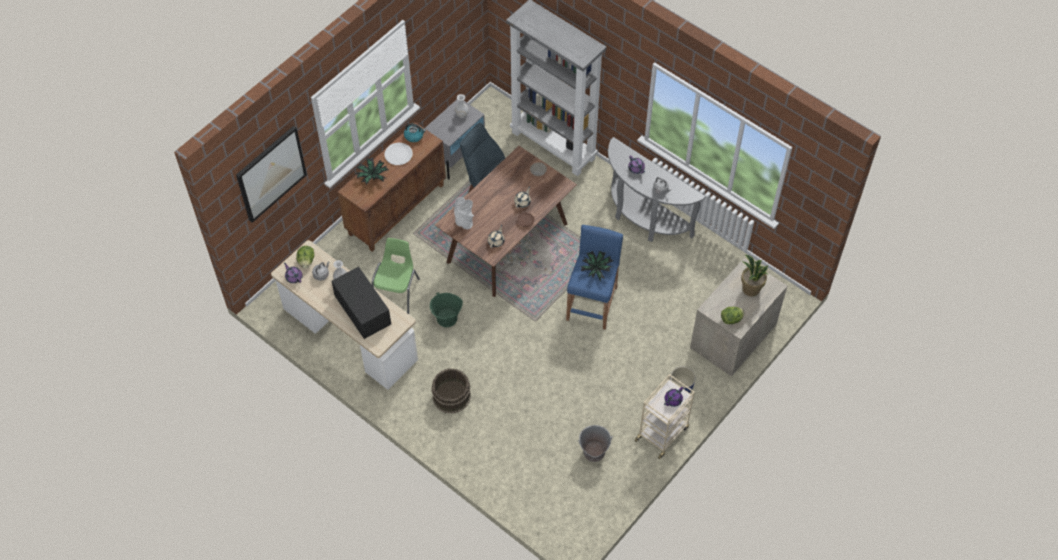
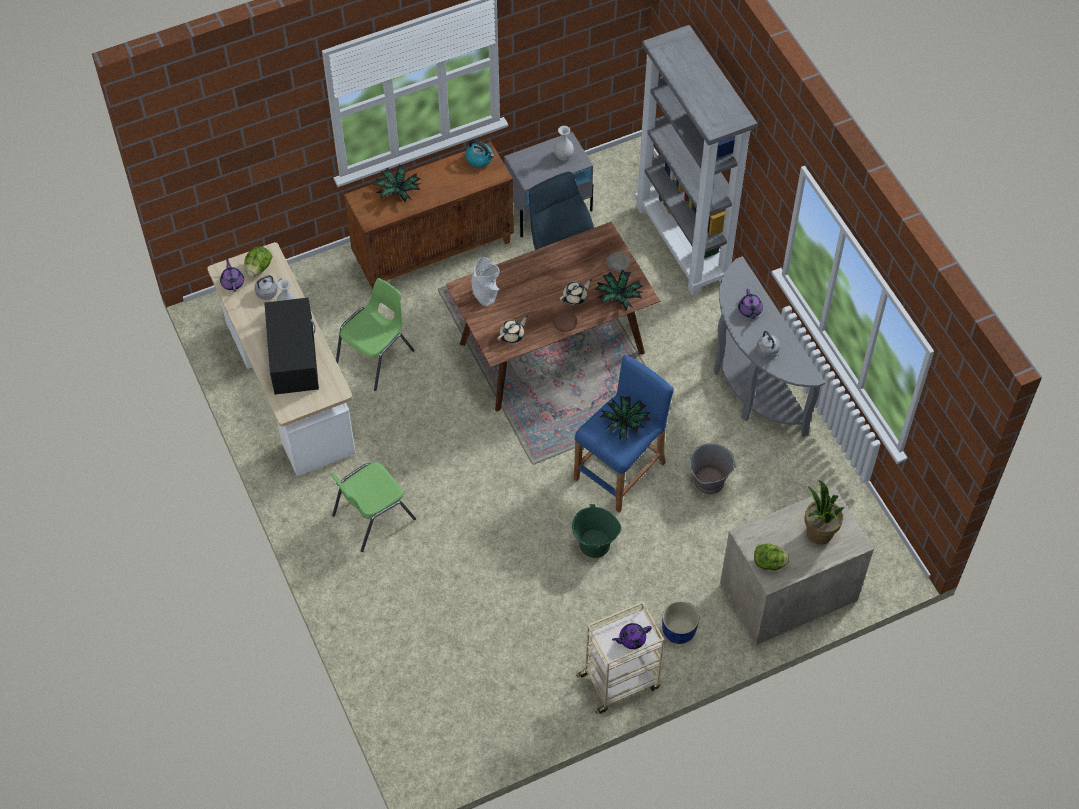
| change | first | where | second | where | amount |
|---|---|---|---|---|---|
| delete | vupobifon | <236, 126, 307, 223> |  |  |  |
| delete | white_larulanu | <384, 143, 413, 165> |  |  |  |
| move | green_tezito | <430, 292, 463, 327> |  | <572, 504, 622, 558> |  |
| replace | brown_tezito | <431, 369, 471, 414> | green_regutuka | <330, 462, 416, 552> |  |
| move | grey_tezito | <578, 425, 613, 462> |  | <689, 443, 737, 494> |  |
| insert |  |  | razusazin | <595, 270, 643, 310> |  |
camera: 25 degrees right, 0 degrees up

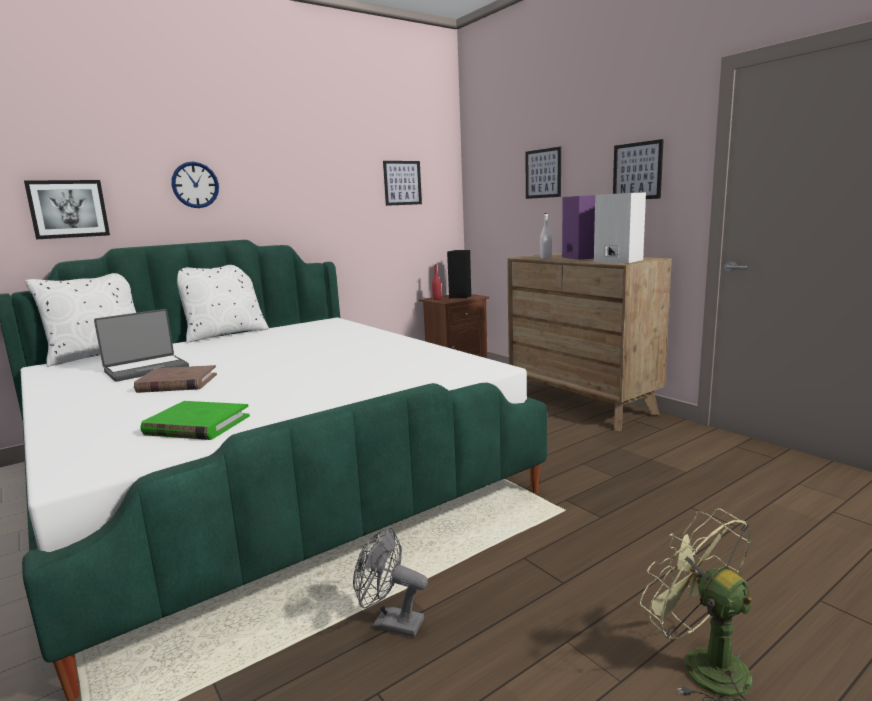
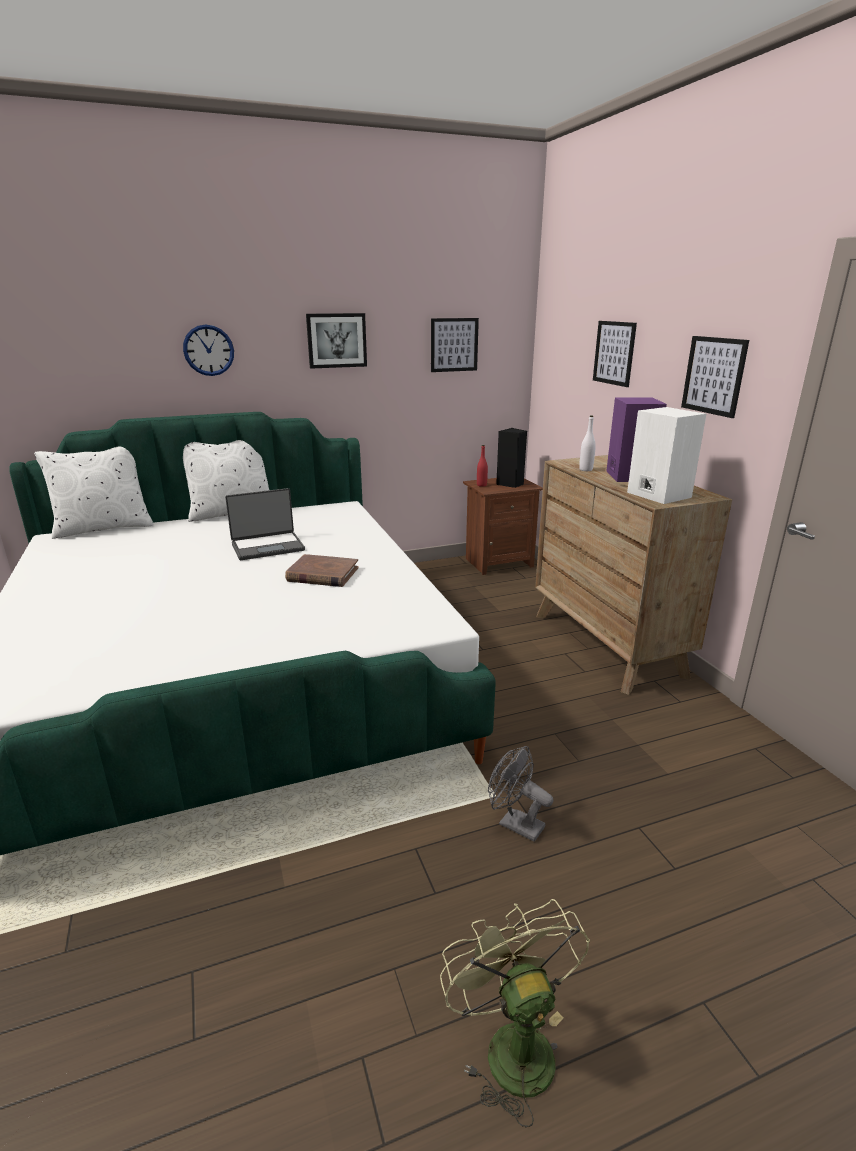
| change | first | where | second | where | amount |
|---|---|---|---|---|---|
| move | vupobifon | <24, 180, 110, 239> |  | <306, 313, 367, 369> |  |
| move | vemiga | <94, 309, 189, 382> |  | <225, 488, 305, 560> |  |
| move | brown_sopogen | <134, 365, 217, 393> |  | <285, 554, 359, 587> |  |
| delete | green_sopogen | <140, 401, 250, 440> |  |  |  |
| move | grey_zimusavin | <353, 527, 428, 637> |  | <488, 746, 553, 842> |  |
camera: 15 degrees right, 10 degrees up

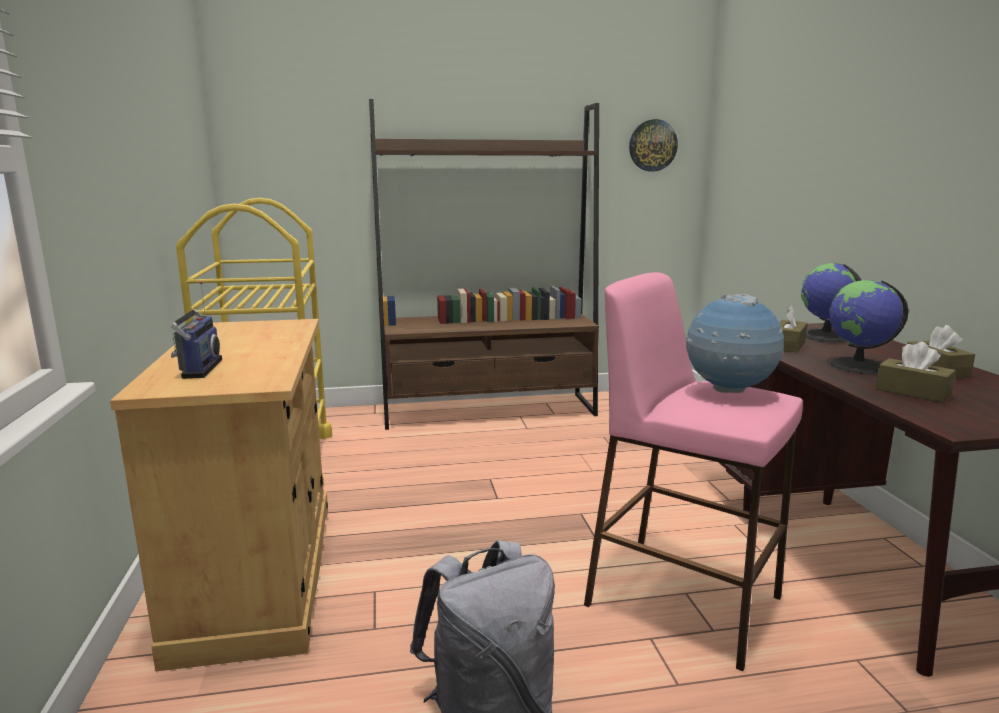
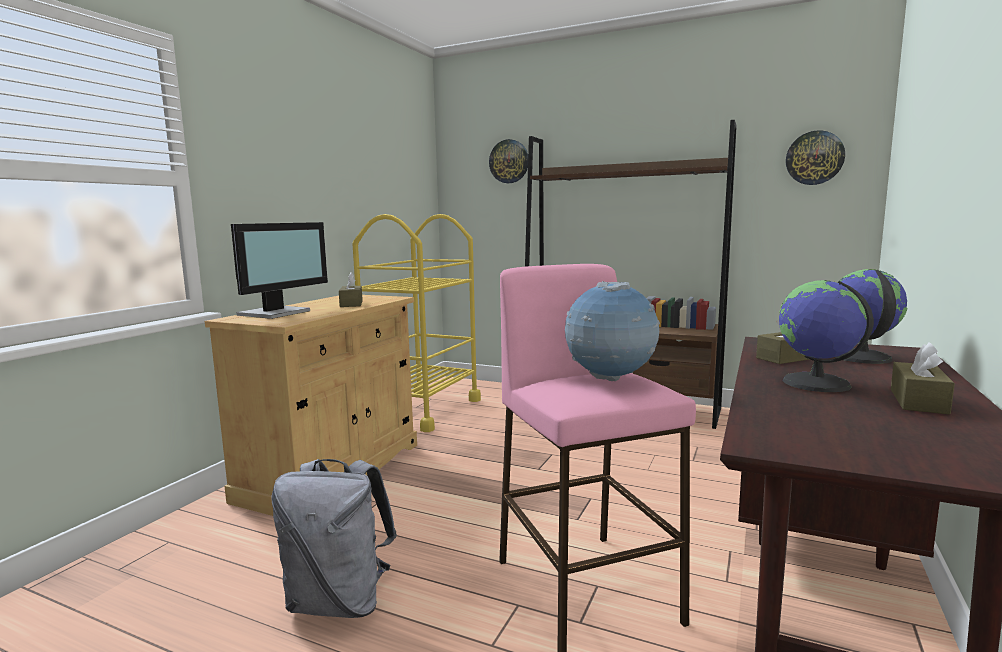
| change | first | where | second | where | amount |
|---|---|---|---|---|---|
| replace | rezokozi | <171, 281, 222, 379> | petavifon | <231, 222, 328, 319> |  |
| move | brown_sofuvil | <875, 342, 956, 403> |  | <339, 273, 363, 307> |  |
| insert |  |  | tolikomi | <489, 139, 528, 183> |  |
camera: 35 degrees right, 5 degrees down

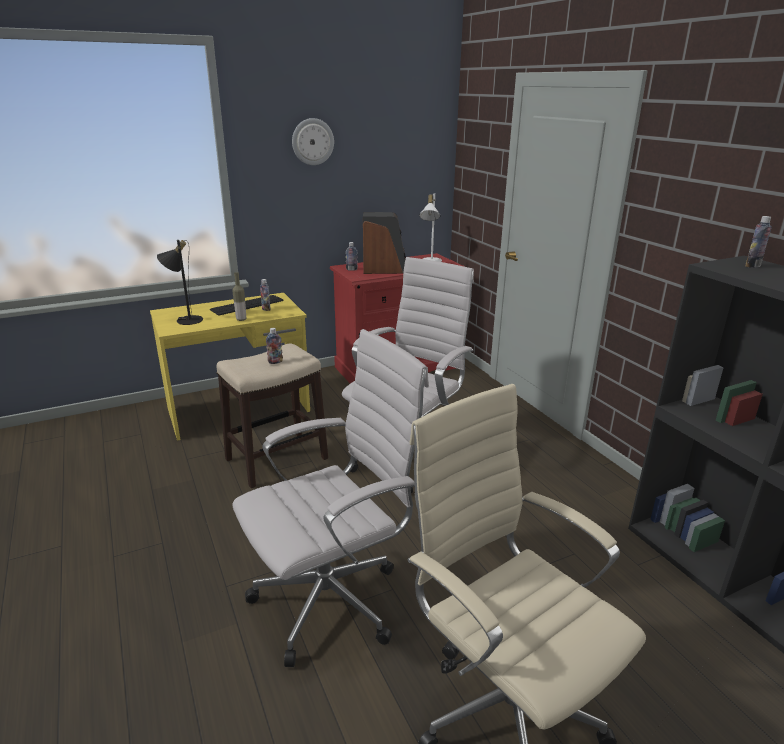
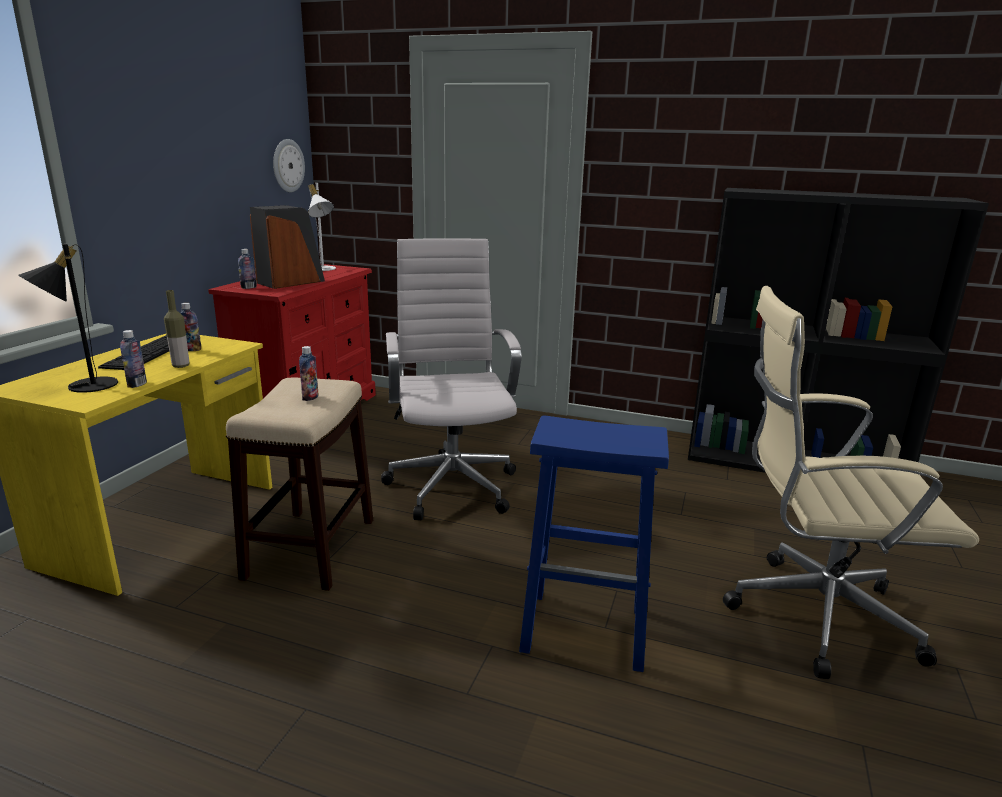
| change | first | where | second | where | amount |
|---|---|---|---|---|---|
| replace | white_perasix | <232, 329, 429, 667> | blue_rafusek | <519, 416, 669, 672> |  |
| move | tolikomi | <292, 118, 334, 165> |  | <273, 139, 305, 192> |  |
| move | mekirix | <745, 216, 772, 268> |  | <120, 330, 147, 388> |  |
camera: 45 degrees left, 5 degrees down

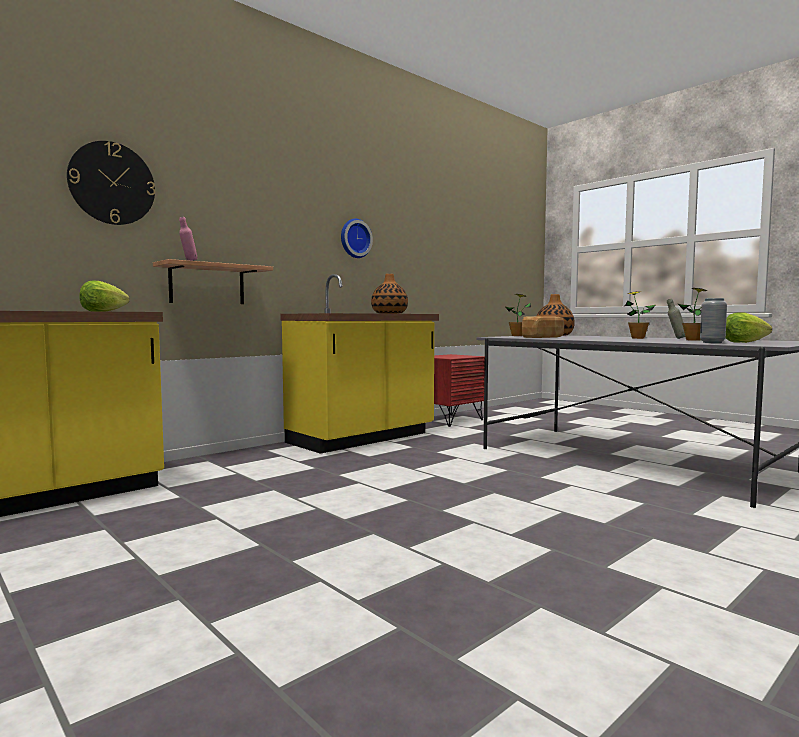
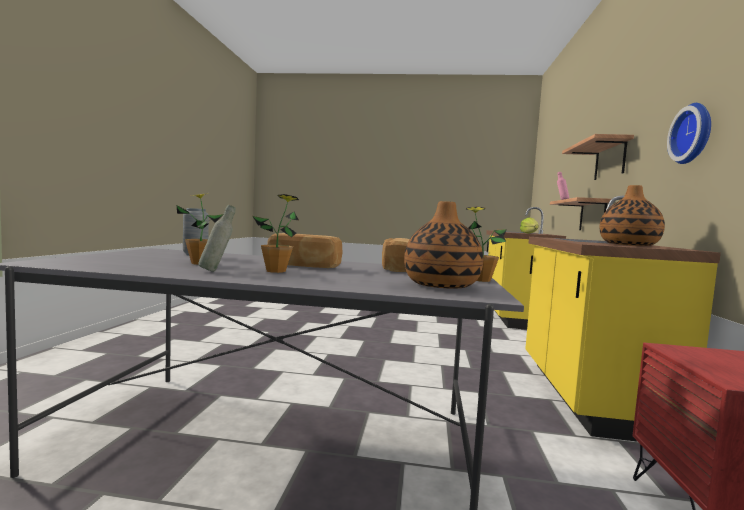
| change | first | where | second | where | amount |
|---|---|---|---|---|---|
| delete | tolikomi | <67, 141, 155, 225> |  |  |  |
| delete | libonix | <726, 312, 772, 343> |  |  |  |
| insert |  |  | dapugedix | <267, 233, 343, 268> |  |
| insert |  |  | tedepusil | <562, 134, 634, 180> |  |
camera: 140 degrees right, 0 degrees up

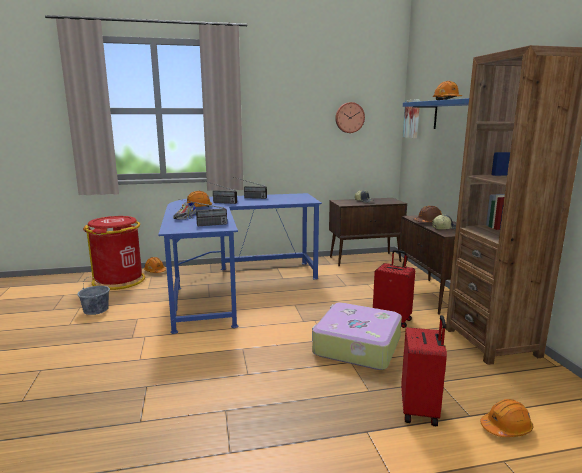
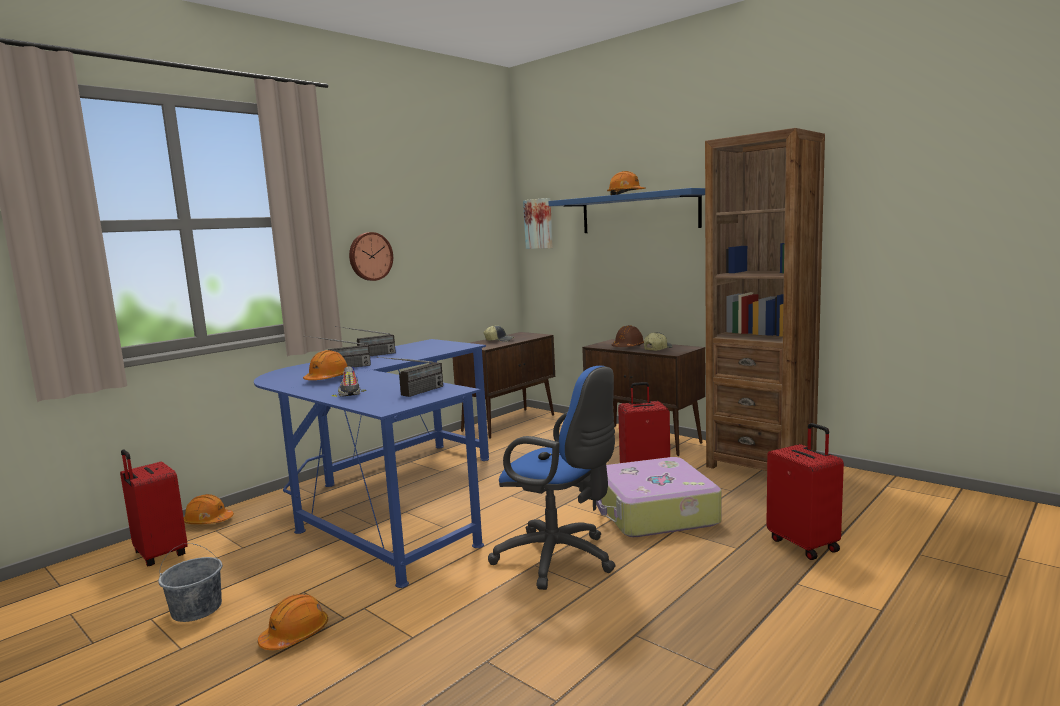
| change | first | where | second | where | amount |
|---|---|---|---|---|---|
| replace | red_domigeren | <83, 216, 145, 290> | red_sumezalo | <120, 449, 188, 567> |  |
| move | tolikomi | <335, 102, 365, 133> |  | <349, 232, 393, 281> |  |
| move | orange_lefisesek | <480, 399, 533, 437> |  | <258, 594, 328, 650> |  |
| insert |  |  | blue_perasix | <488, 366, 616, 590> |  |
camera: 35 degrees left, 5 degrees down

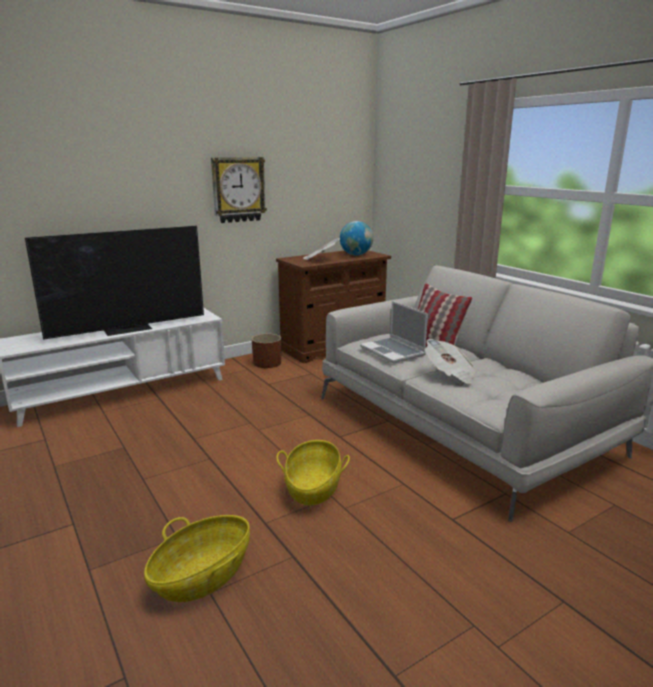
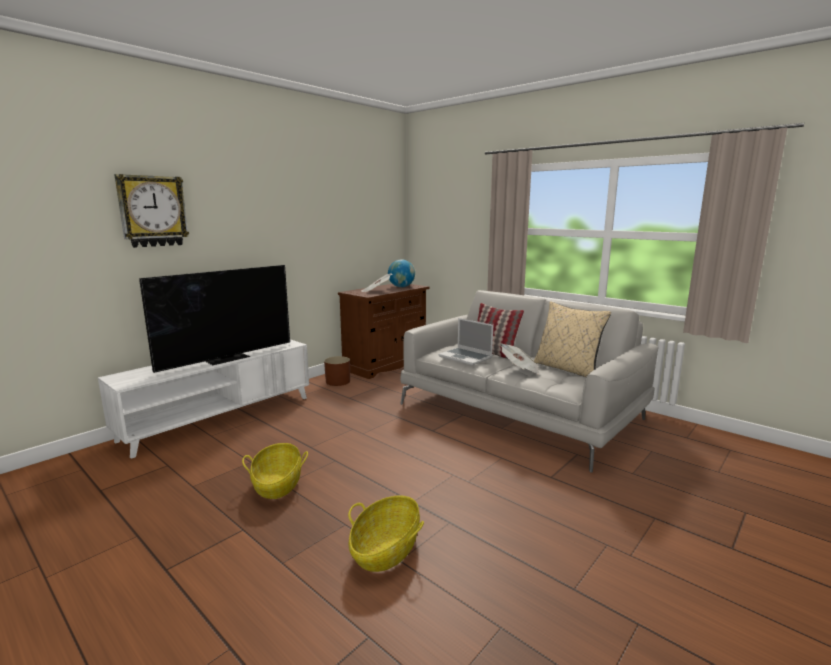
| change | first | where | second | where | amount |
|---|---|---|---|---|---|
| move | tolikomi | <211, 157, 267, 223> |  | <114, 174, 189, 248> |  |
| move | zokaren | <277, 440, 350, 505> |  | <242, 443, 308, 499> |  |
| insert |  |  | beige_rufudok | <534, 301, 611, 377> |  |
camera: 15 degrees left, 5 degrees down

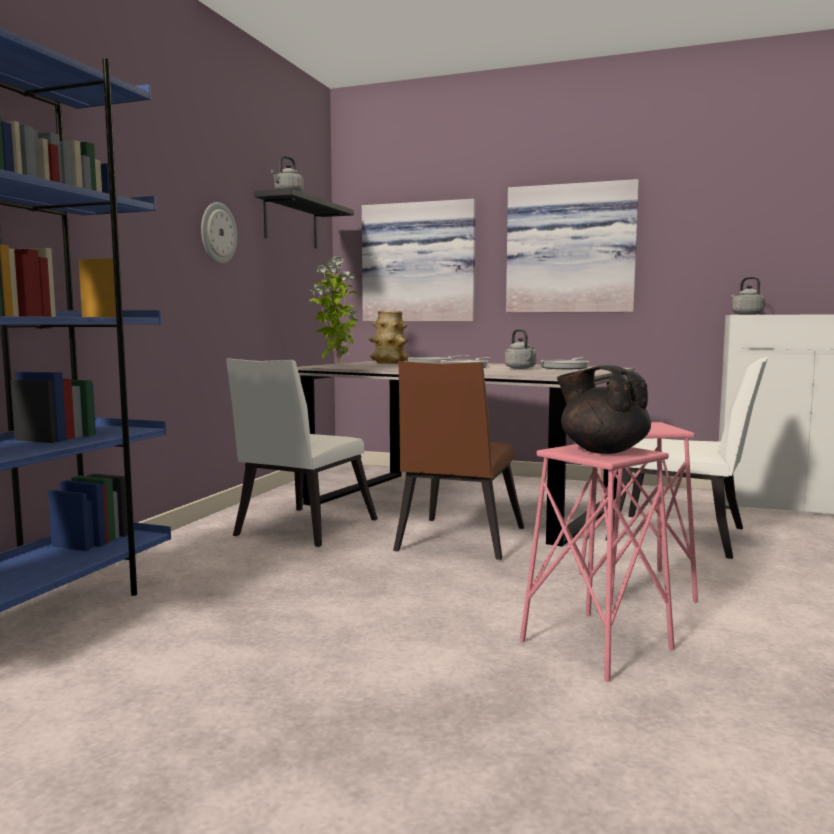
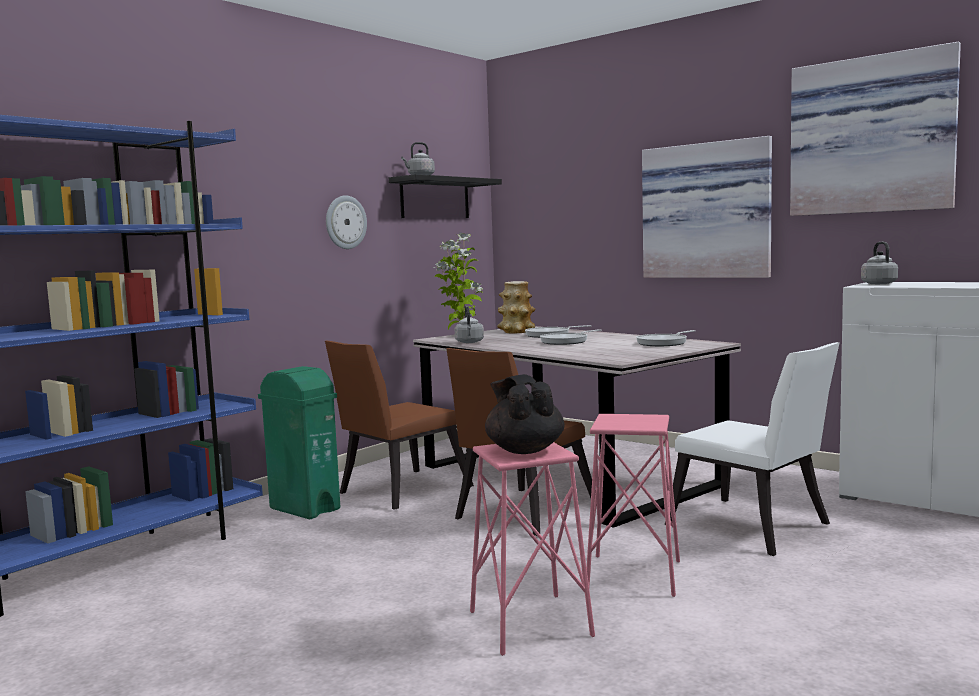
| change | first | where | second | where | amount |
|---|---|---|---|---|---|
| recolor | white_regutuka | <226, 358, 378, 547> | brown_regutuka | <325, 341, 474, 510> |  |
| move | vupobifon | <362, 199, 476, 322> |  | <790, 42, 961, 216> |  |
| move | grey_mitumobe | <504, 329, 536, 369> |  | <455, 306, 484, 343> |  |
| insert |  |  | green_domigeren | <258, 366, 340, 519> |  |
camera: 20 degrees right, 0 degrees up

